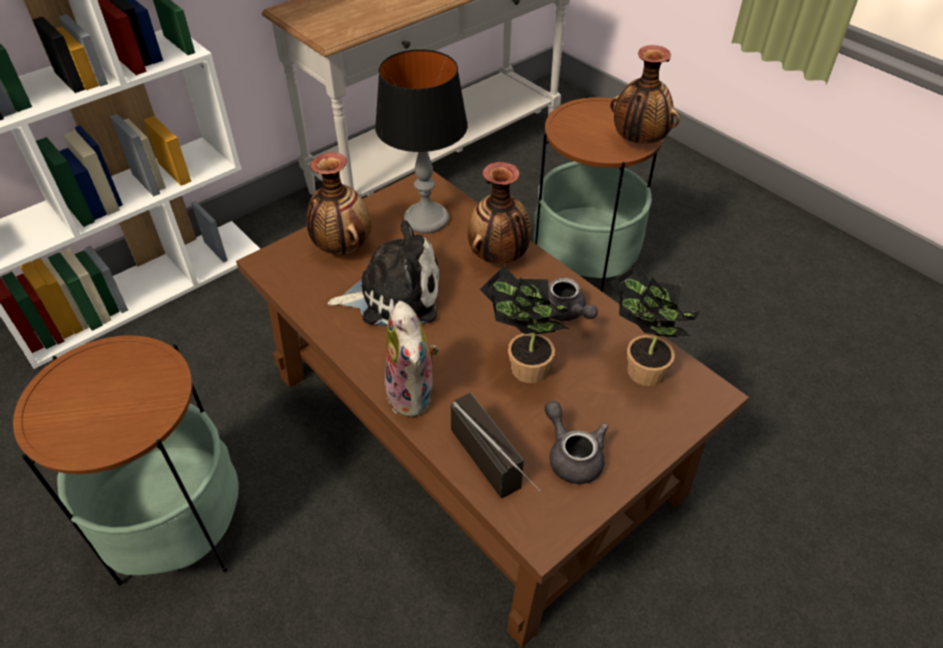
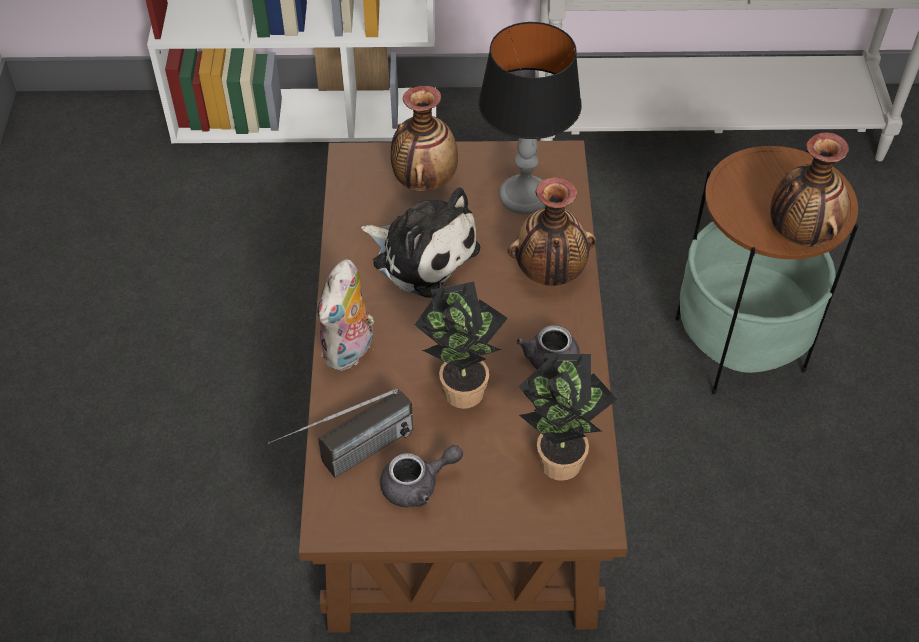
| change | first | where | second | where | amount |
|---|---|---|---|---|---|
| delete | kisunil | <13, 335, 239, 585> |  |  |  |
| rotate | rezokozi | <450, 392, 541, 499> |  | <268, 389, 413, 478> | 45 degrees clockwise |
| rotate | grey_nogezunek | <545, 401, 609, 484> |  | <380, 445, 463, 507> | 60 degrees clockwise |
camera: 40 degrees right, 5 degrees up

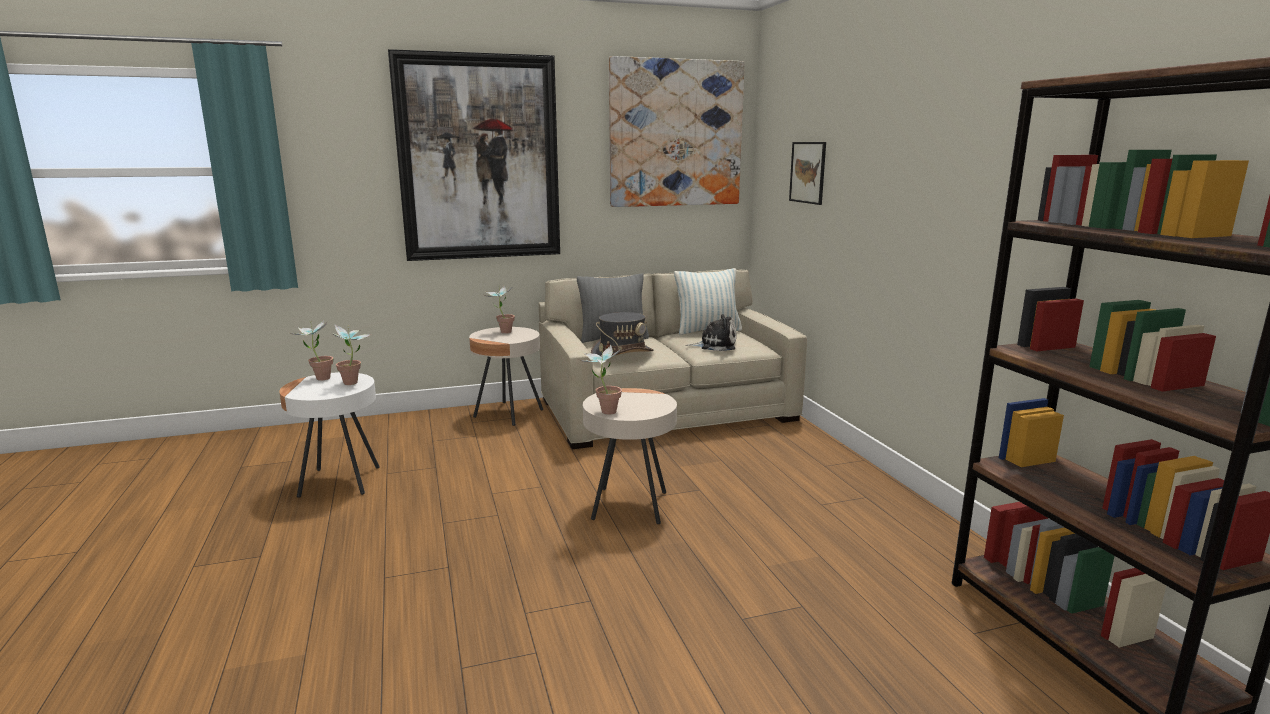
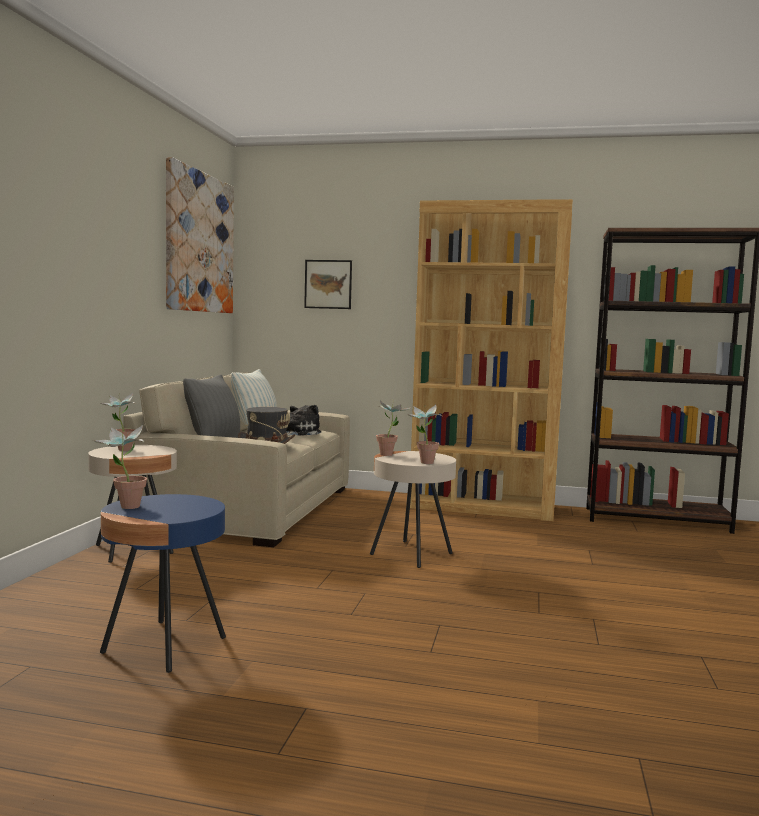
| change | first | where | second | where | amount |
|---|---|---|---|---|---|
| recolor | white_kisunil | <279, 372, 380, 498> | blue_kisunil | <100, 494, 226, 673> |  |
| move | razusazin | <332, 325, 371, 385> |  | <376, 401, 410, 456> |  |
| delete | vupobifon | <388, 49, 560, 261> |  |  |  |
| insert |  |  | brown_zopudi | <410, 199, 573, 521> |  |
camera: 60 degrees left, 10 degrees down

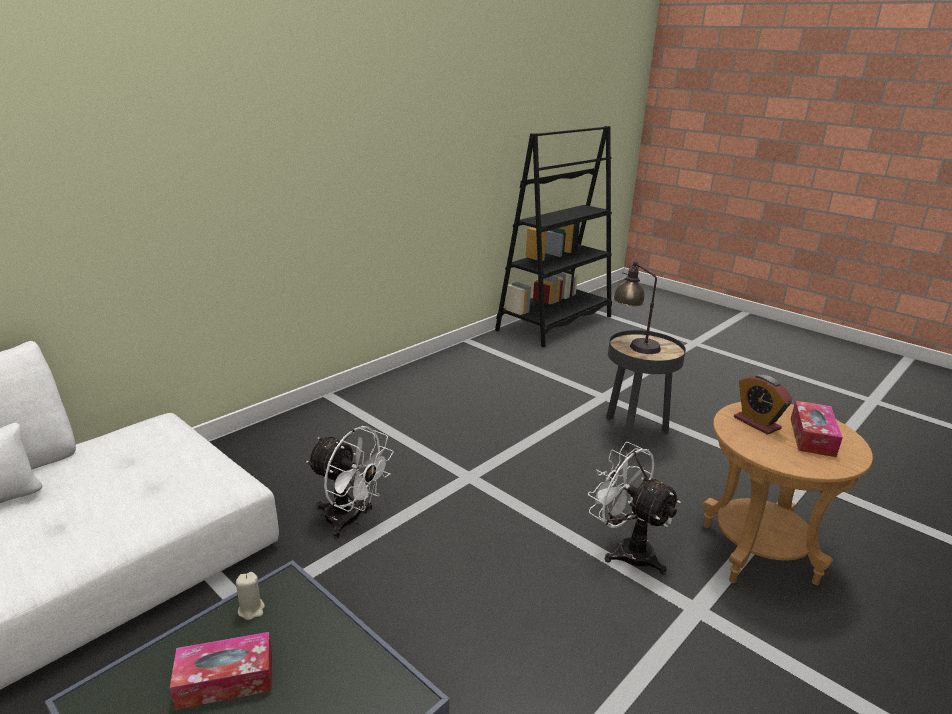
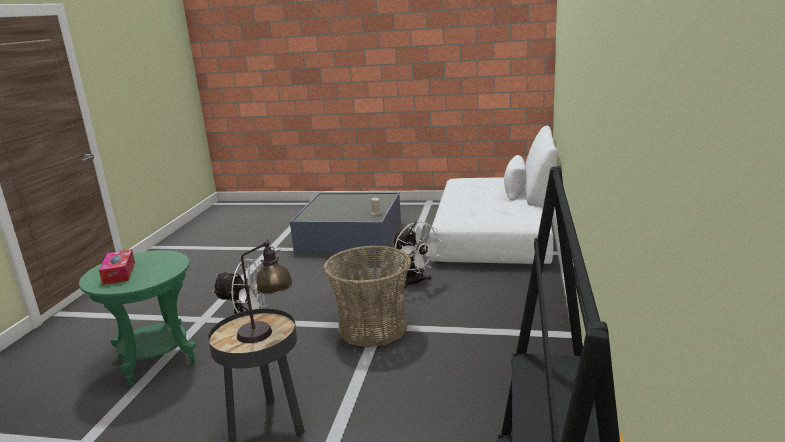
| change | first | where | second | where | amount |
|---|---|---|---|---|---|
| delete | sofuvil | <170, 632, 272, 710> |  |  |  |
| rotate | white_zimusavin | <306, 426, 394, 539> |  | <392, 221, 443, 289> | 120 degrees counterclockwise |
| recolor | brown_kisunil | <703, 402, 873, 585> | green_kisunil | <79, 250, 196, 386> |  |
| delete | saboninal | <734, 374, 793, 435> |  |  |  |
| insert |  |  | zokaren | <323, 245, 411, 347> |  |
camera: 150 degrees right, 5 degrees down

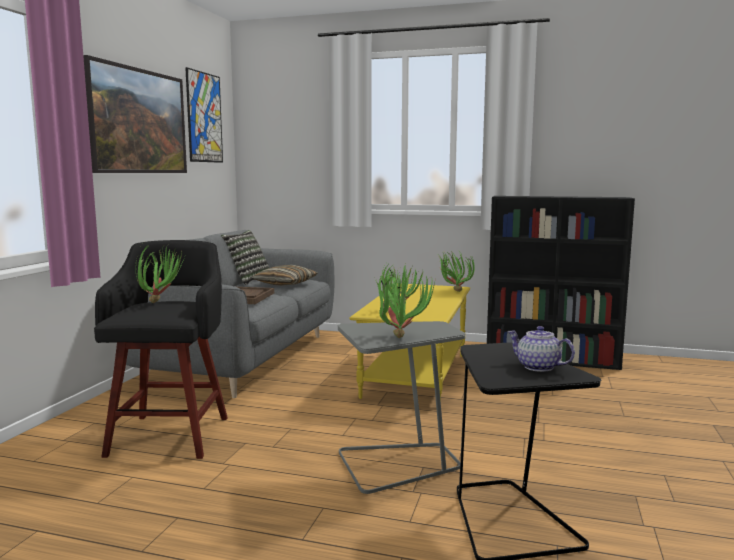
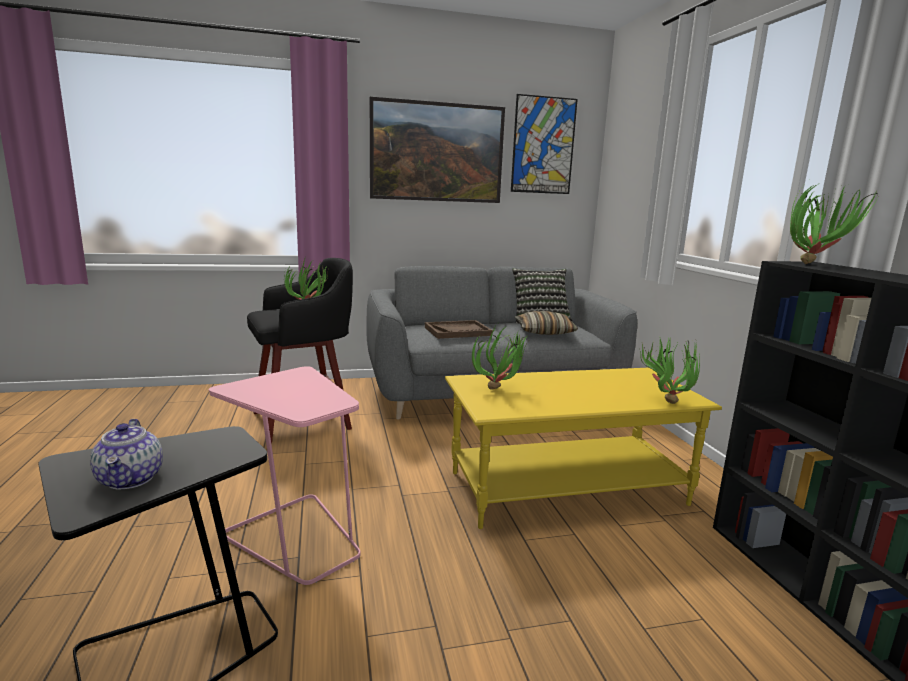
| change | first | where | second | where | amount |
|---|---|---|---|---|---|
| recolor | grey_kisunil | <338, 321, 465, 494> | pink_kisunil | <208, 366, 361, 585> |  |
| move | razusazin | <375, 268, 435, 338> |  | <790, 184, 879, 264> |  |
| rotate | nogezunek | <507, 326, 575, 372> |  | <90, 419, 163, 489> | 150 degrees clockwise |
camera: 60 degrees right, 5 degrees up

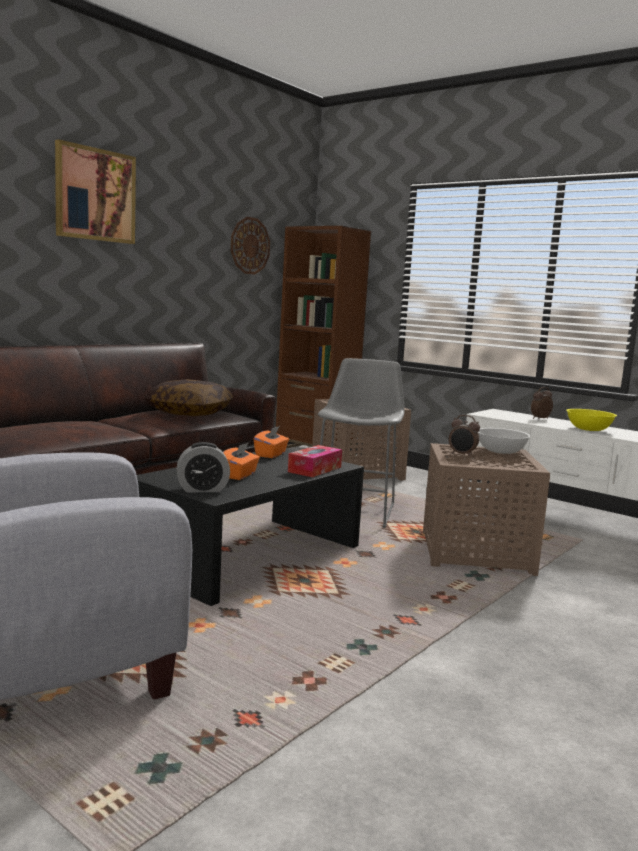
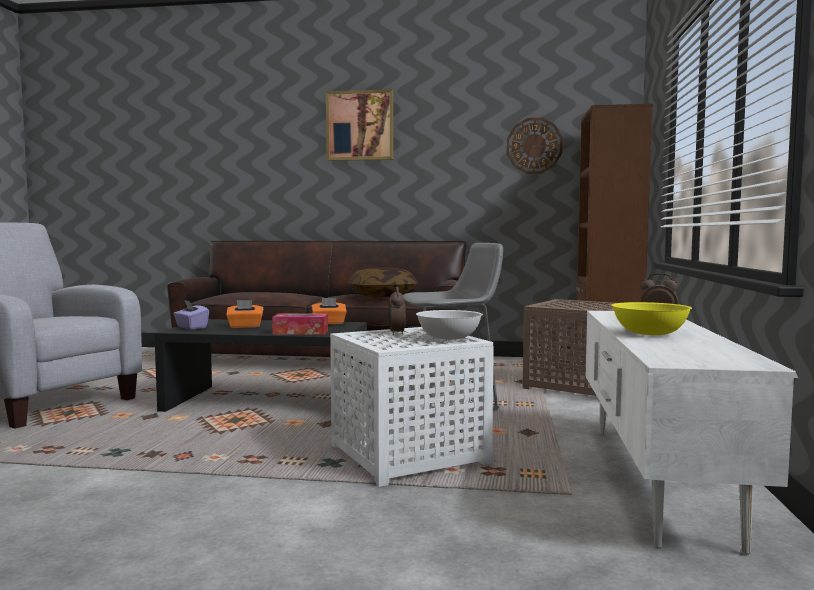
| change | first | where | second | where | amount |
|---|---|---|---|---|---|
| replace | saboninal | <177, 442, 230, 492> | purple_sofuvil | <174, 300, 209, 329> |  |
| recolor | brown_kisunil | <423, 443, 550, 576> | white_kisunil | <330, 327, 494, 487> |  |
camera: 60 degrees right, 5 degrees down

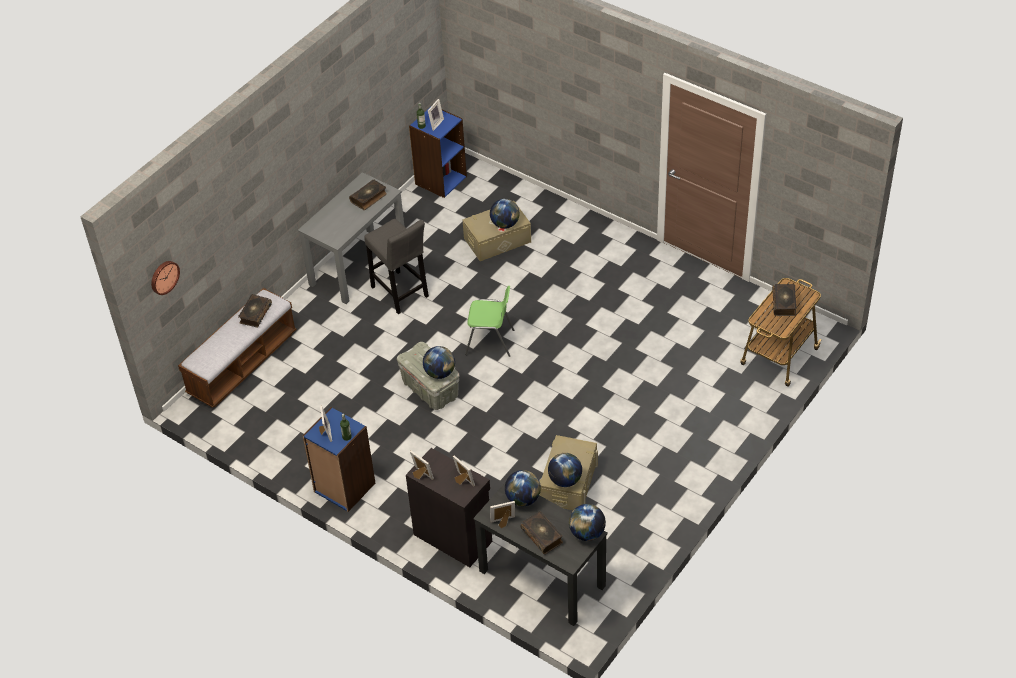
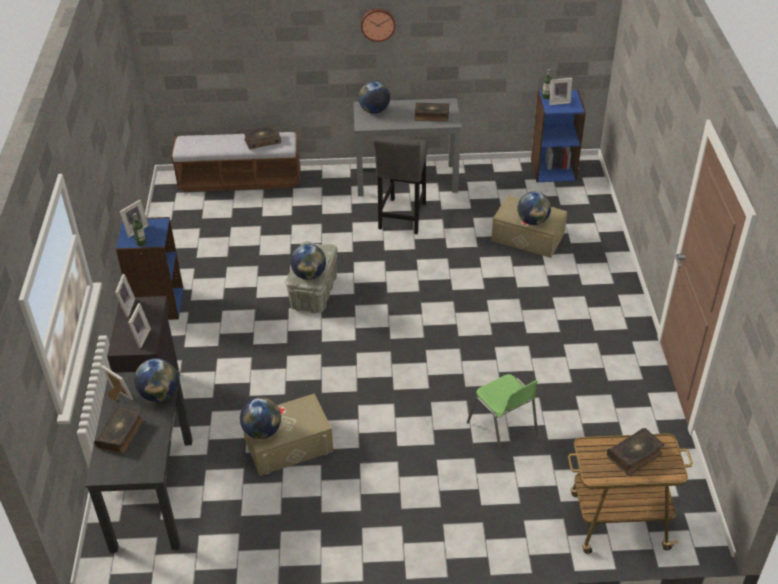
| change | first | where | second | where | amount |
|---|---|---|---|---|---|
| move | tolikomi | <151, 261, 180, 295> |  | <361, 9, 395, 42> |  |
| move | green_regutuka | <465, 286, 514, 357> |  | <467, 374, 539, 459> |  |
| move | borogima | <569, 504, 606, 541> |  | <358, 81, 390, 114> |  |
camera: 50 degrees right, 5 degrees down

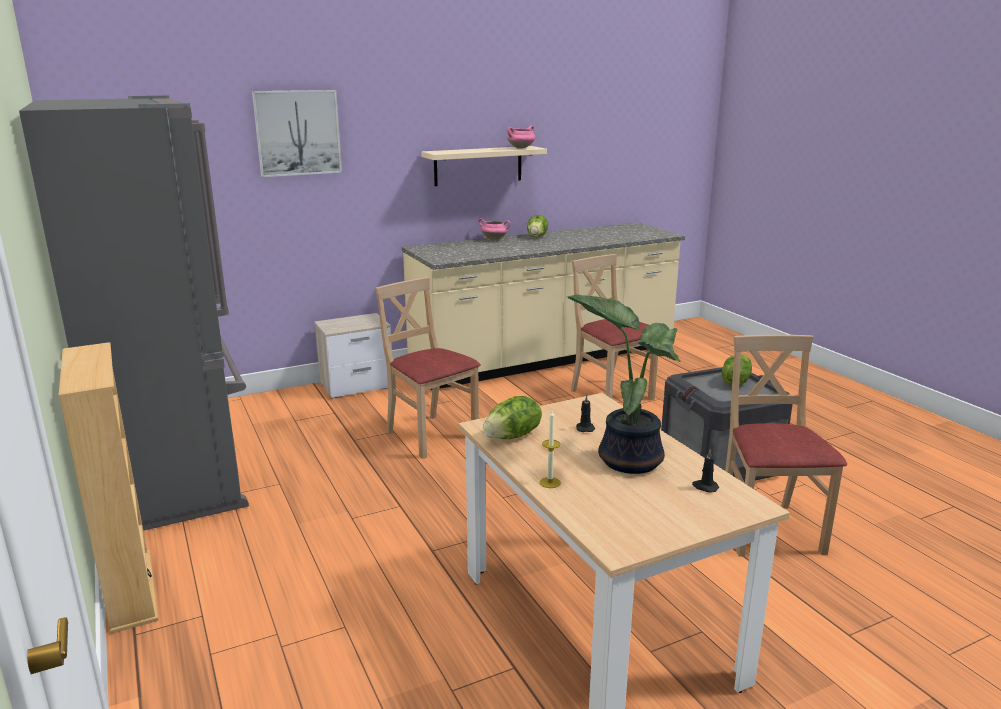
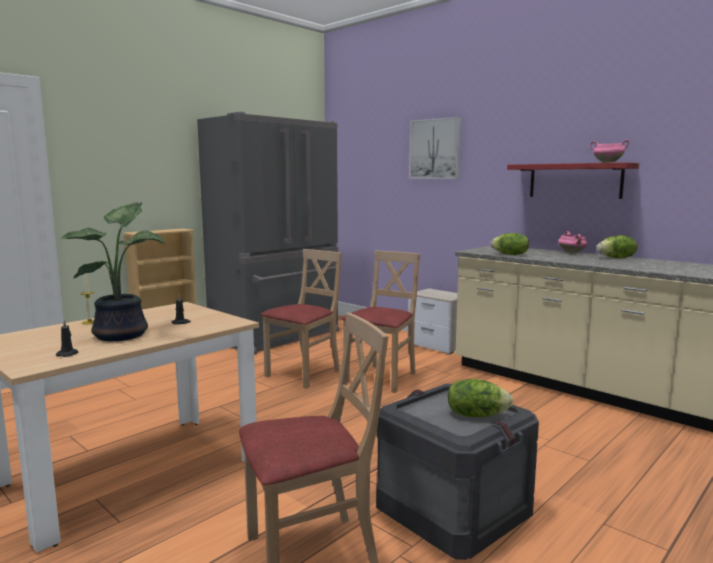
| change | first | where | second | where | amount |
|---|---|---|---|---|---|
| recolor | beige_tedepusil | <421, 146, 547, 186> | red_tedepusil | <507, 162, 639, 199> |  |
| move | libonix | <483, 396, 542, 439> |  | <491, 233, 529, 255> |  |
| move | beige_regutuka | <571, 254, 658, 400> |  | <261, 249, 342, 388> |  |
camera: 70 degrees right, 10 degrees down

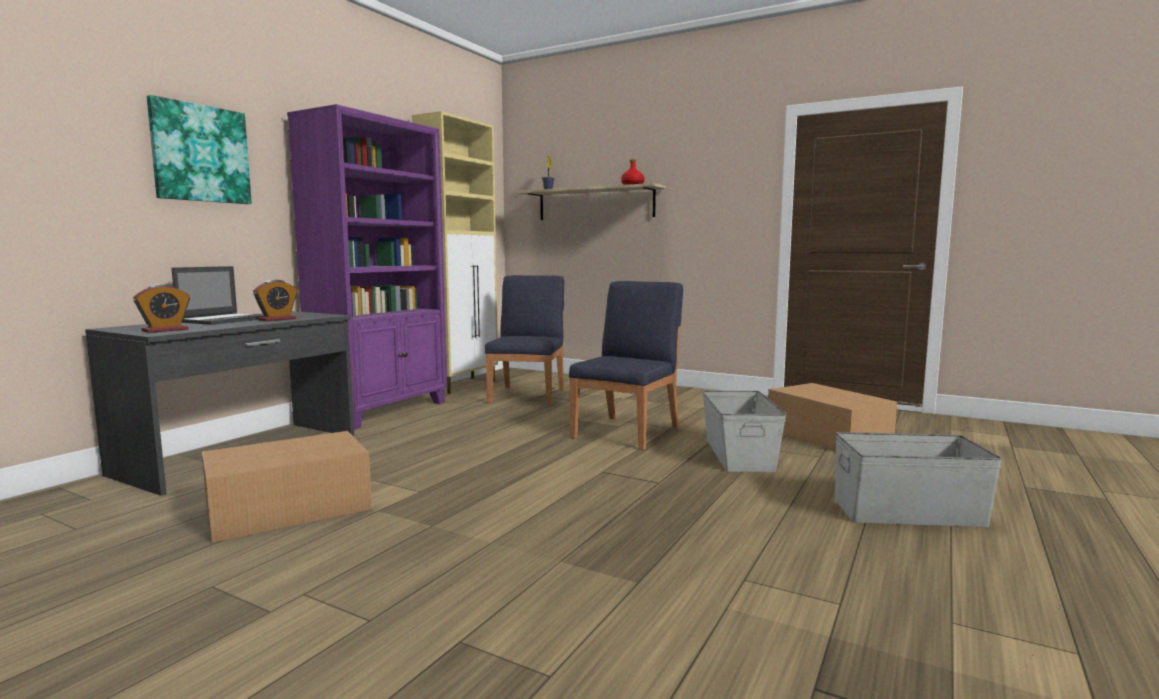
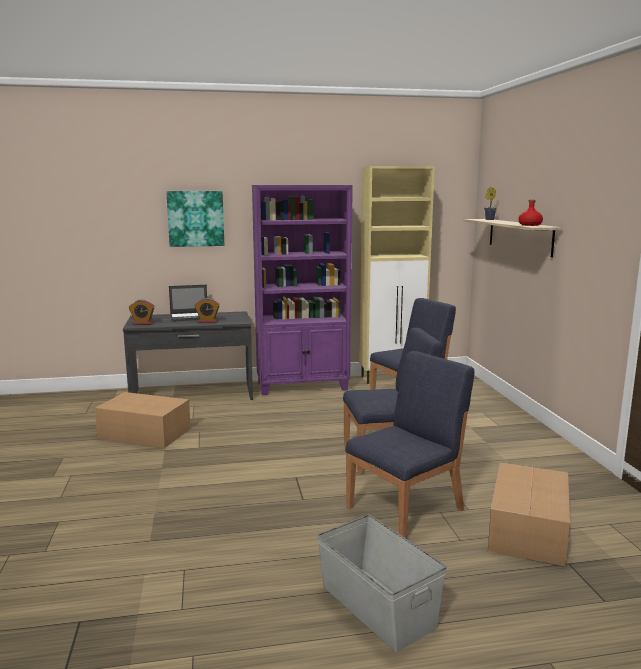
| change | first | where | second | where | amount |
|---|---|---|---|---|---|
| replace | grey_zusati | <702, 391, 787, 472> | blue_regutuka | <345, 351, 474, 539> |  |
camera: 50 degrees right, 5 degrees up

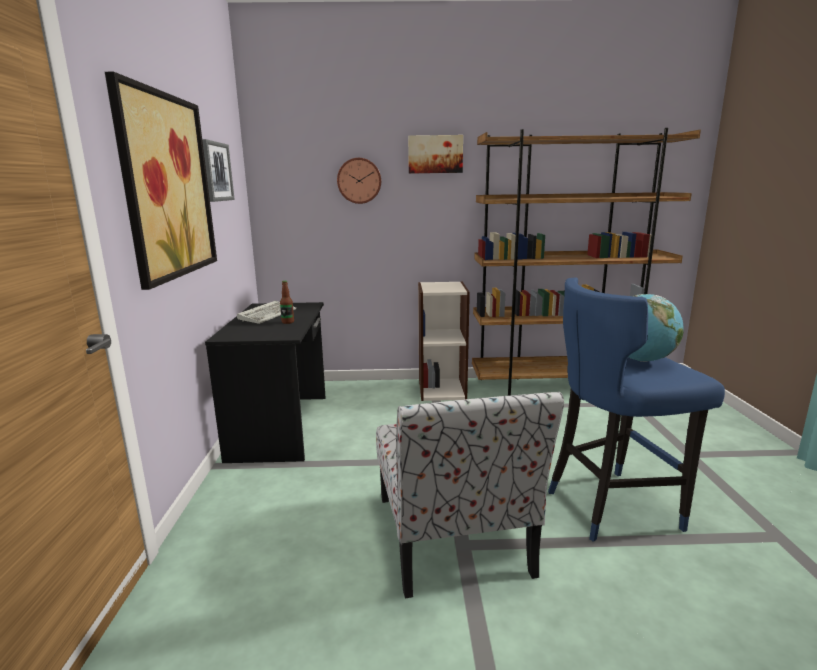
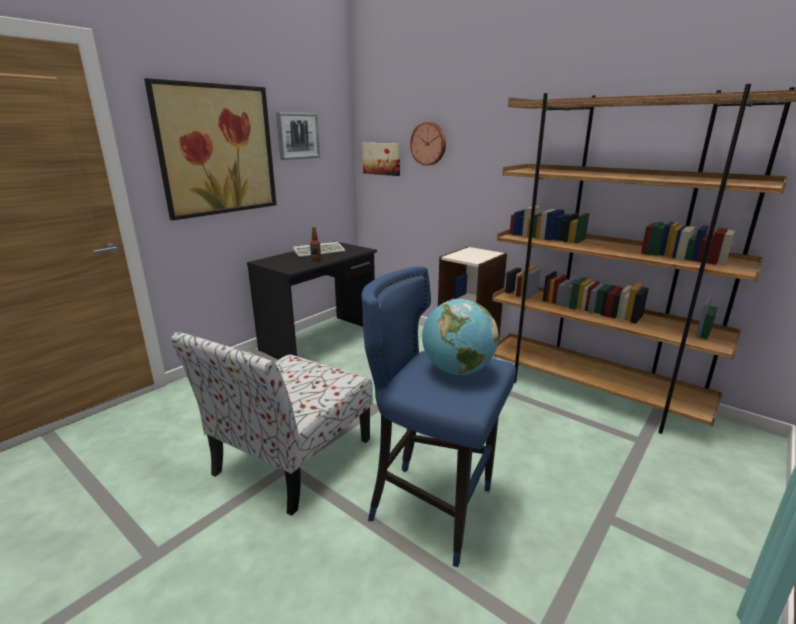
| change | first | where | second | where | amount |
|---|---|---|---|---|---|
| move | vupobifon | <408, 135, 463, 174> |  | <362, 143, 400, 176> |  |
camera: 40 degrees right, 5 degrees up

